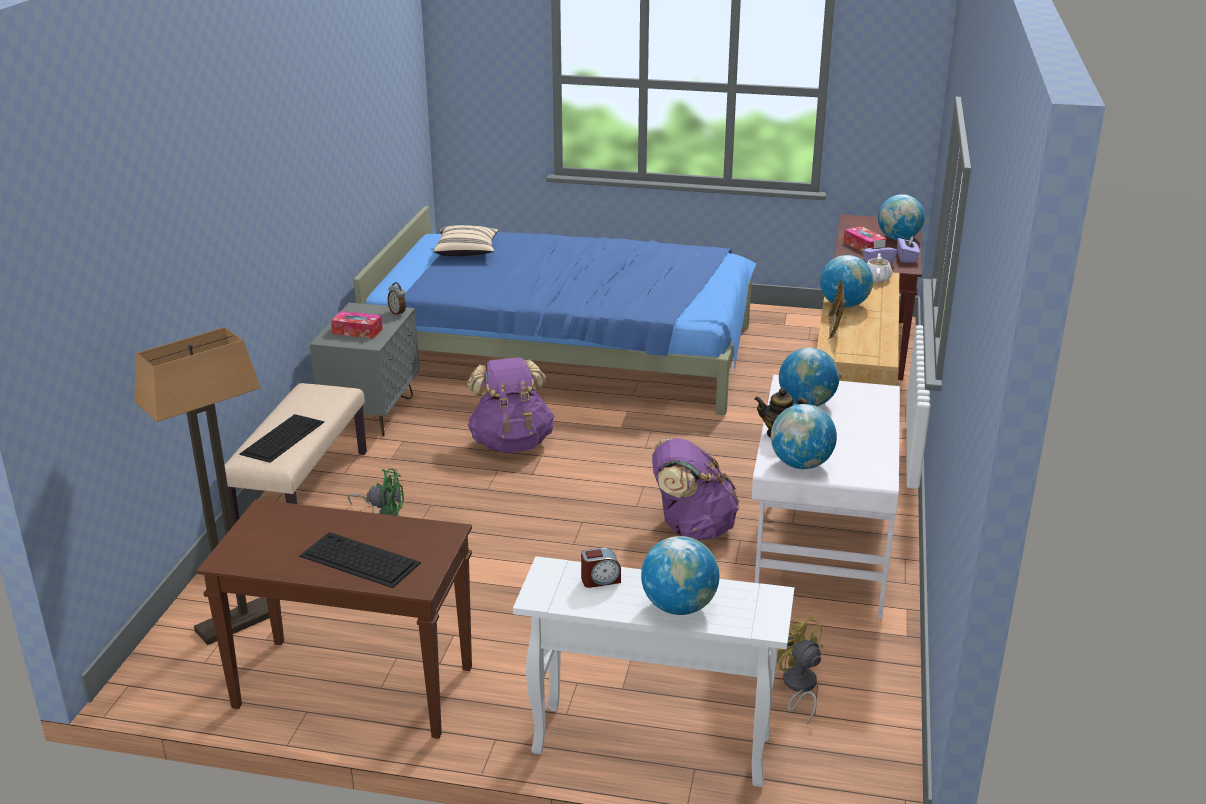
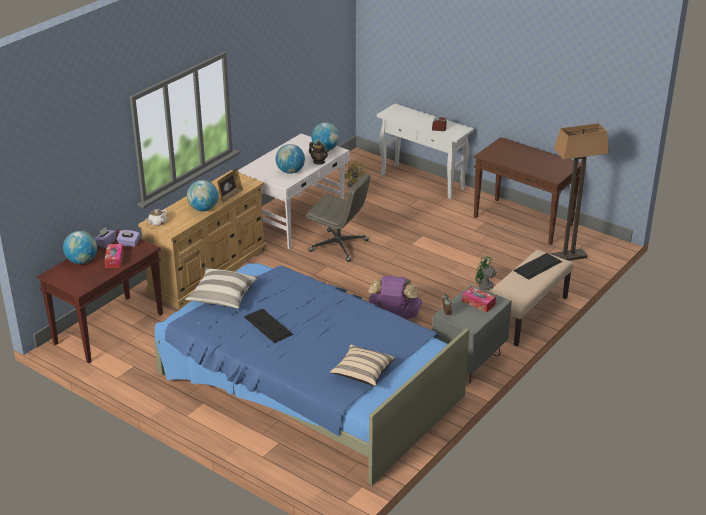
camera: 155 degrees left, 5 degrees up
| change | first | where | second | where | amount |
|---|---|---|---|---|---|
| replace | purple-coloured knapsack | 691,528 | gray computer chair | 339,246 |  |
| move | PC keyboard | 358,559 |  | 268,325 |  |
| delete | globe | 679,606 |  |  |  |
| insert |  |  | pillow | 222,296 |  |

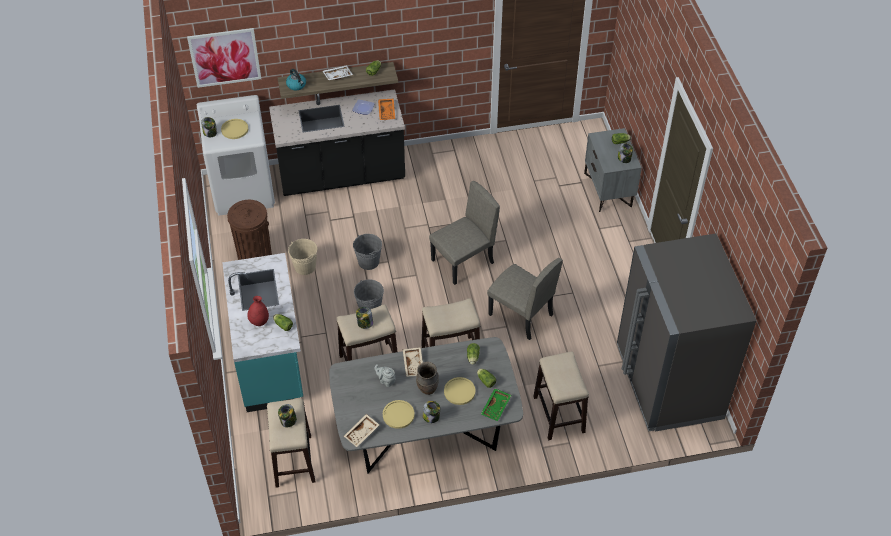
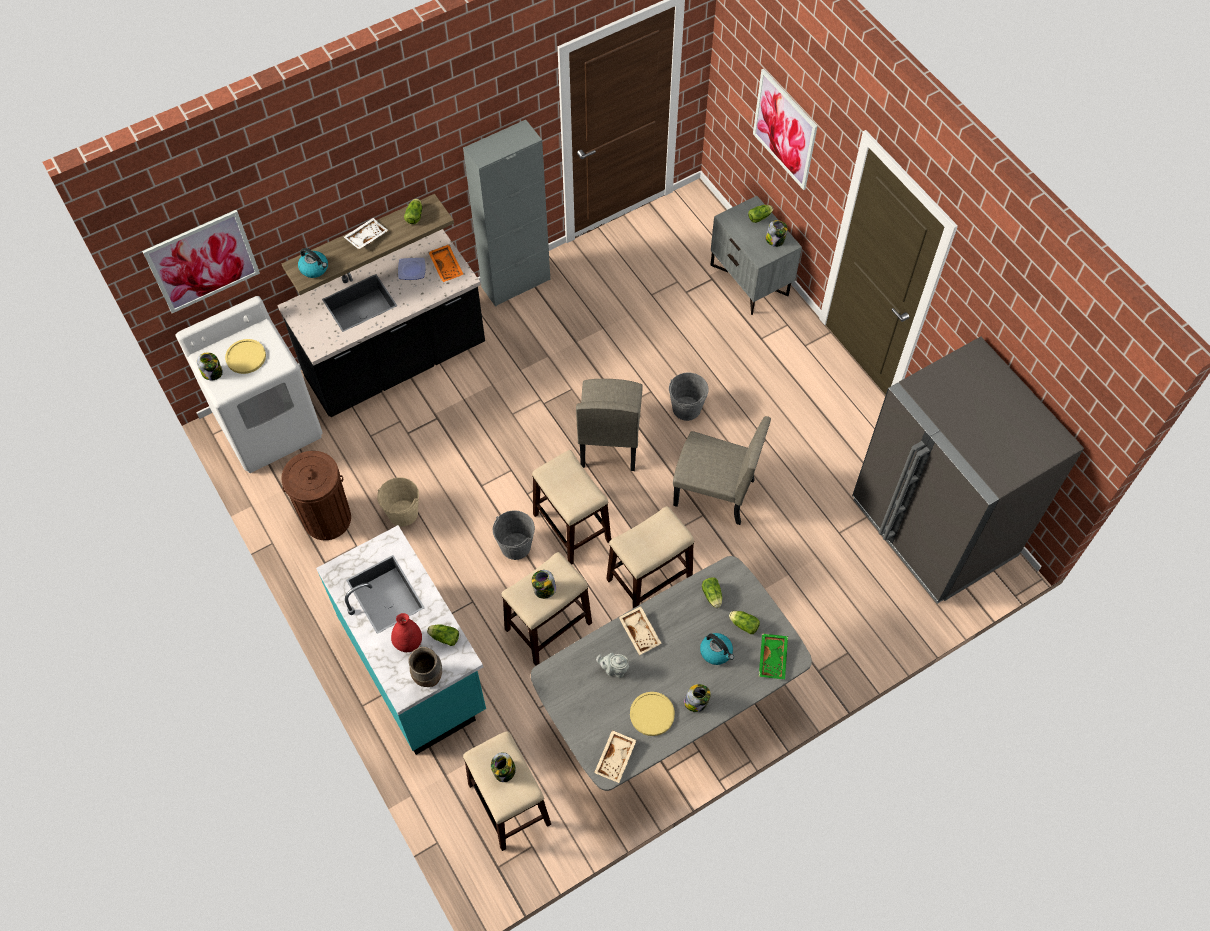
camera: 20 degrees left, 10 degrees up
| change | first | where | second | where | amount |
|---|---|---|---|---|---|
| rotate | sand-coloured chair | 463,262 |  | 609,440 | 150 degrees clockwise |
| move | gray bucket | 368,262 |  | 686,408 |  |
| move | stool seat | 559,415 |  | 572,528 |  |
| move | brownish vase | 427,389 |  | 429,677 |  |
| replace | yellow flat dish | 459,391 | water kettle | 716,652 |  |
| insert |  |  | wall art | 784,129 |  |
| insert |  |  | gray storage cabinet | 516,283 |  |

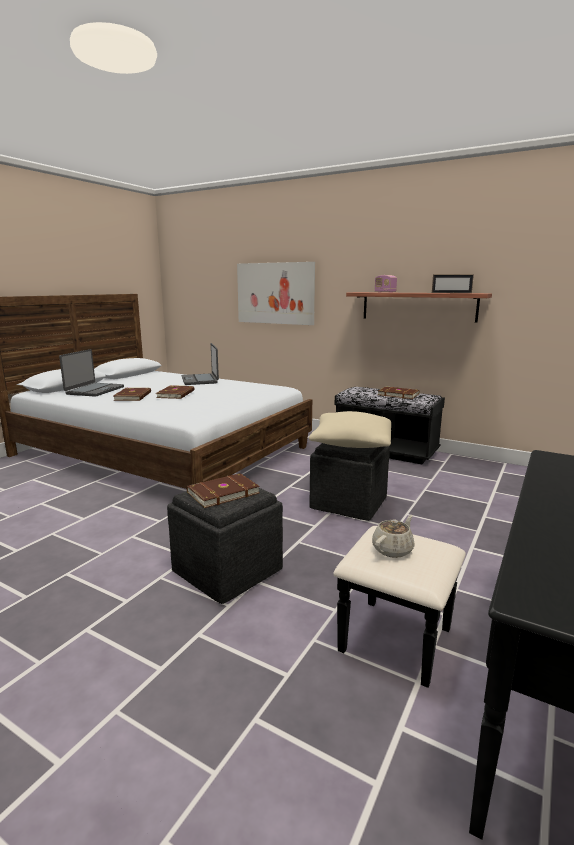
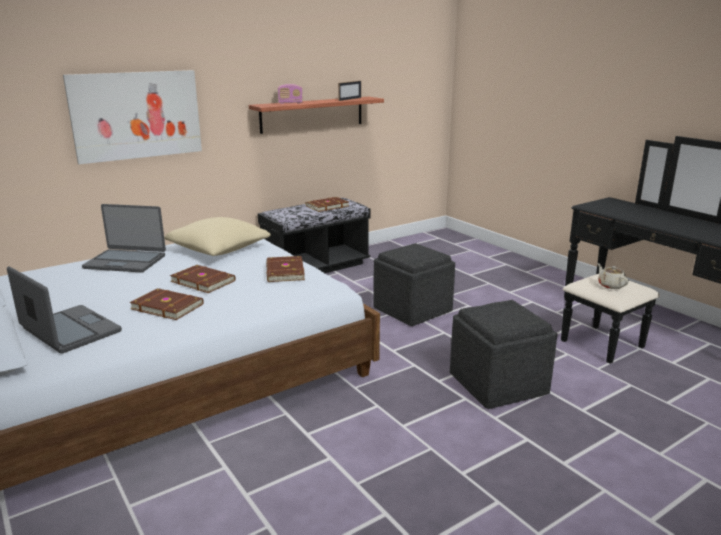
camera: 65 degrees left, 5 degrees up
| change | first | where | second | where | amount |
|---|---|---|---|---|---|
| move | sand-coloured pillow | 351,443 |  | 218,249 |  |
| move | brownish bound book | 222,492 |  | 284,272 |  |

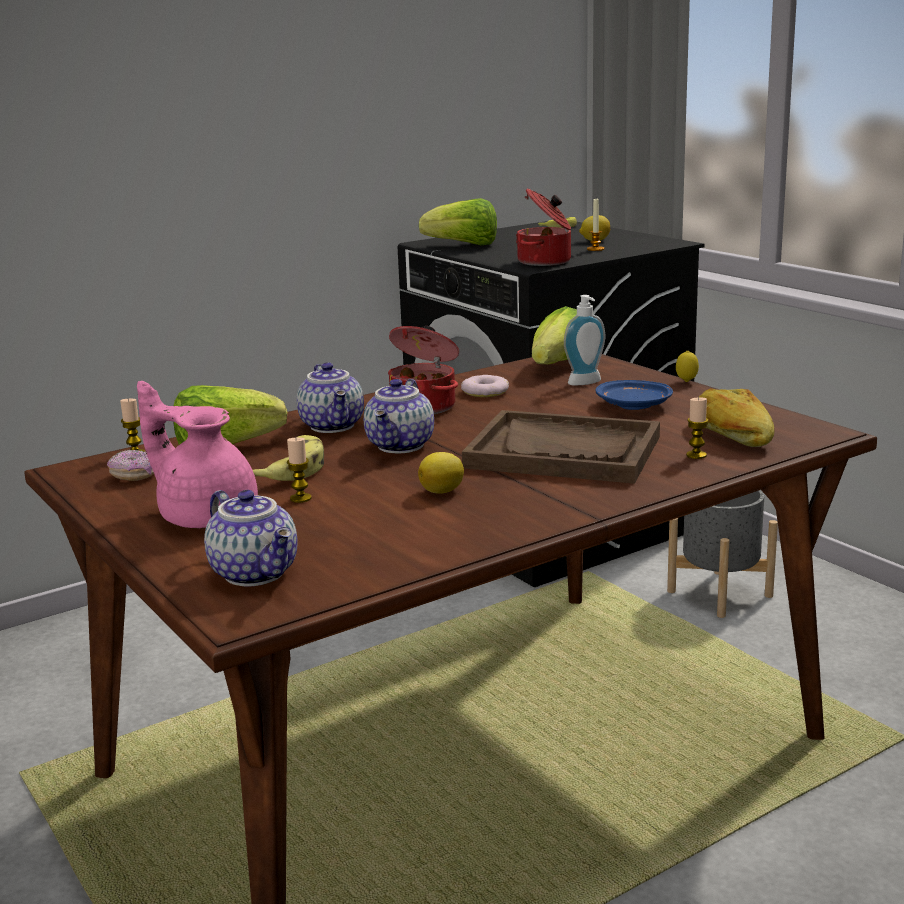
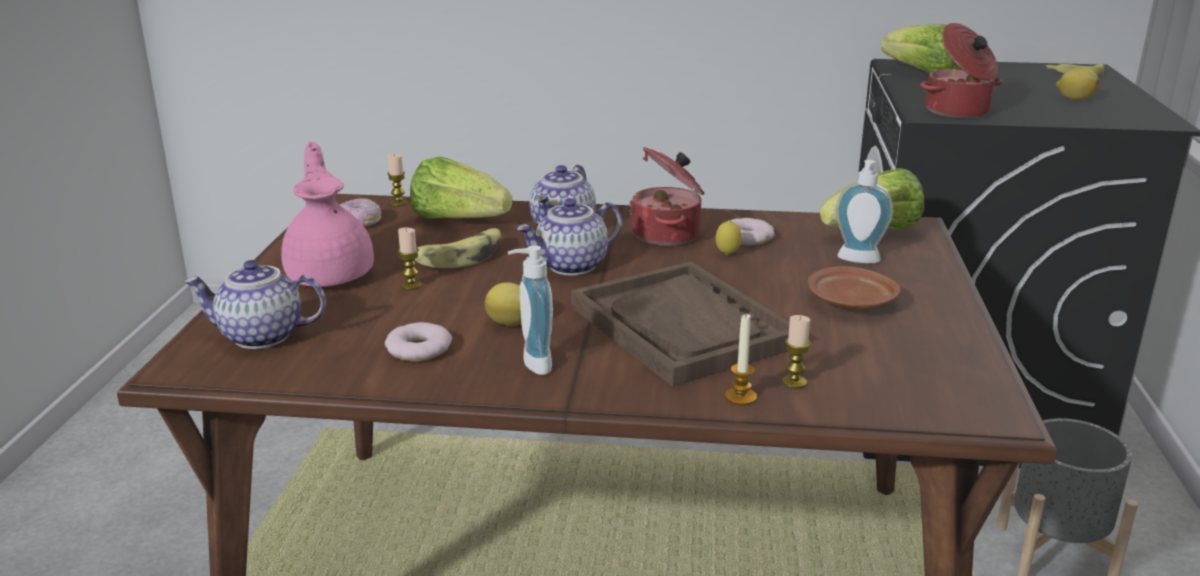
camera: 40 degrees right, 5 degrees up
| change | first | where | second | where | amount |
|---|---|---|---|---|---|
| move | candle | 595,249 |  | 740,397 |  |
| move | citrus fruit | 686,382 |  | 727,255 |  |
| recolor | bluish flat dish | 635,406 | brownish flat dish | 852,303 |  |
| delete | bakery bread | 730,436 |  |  |  |
| rotate | teapot | 257,573 |  | 260,337 | 90 degrees clockwise |
| insert |  |  | soap bottle | 531,364 |  |
| insert |  |  | donut | 418,349 |  |

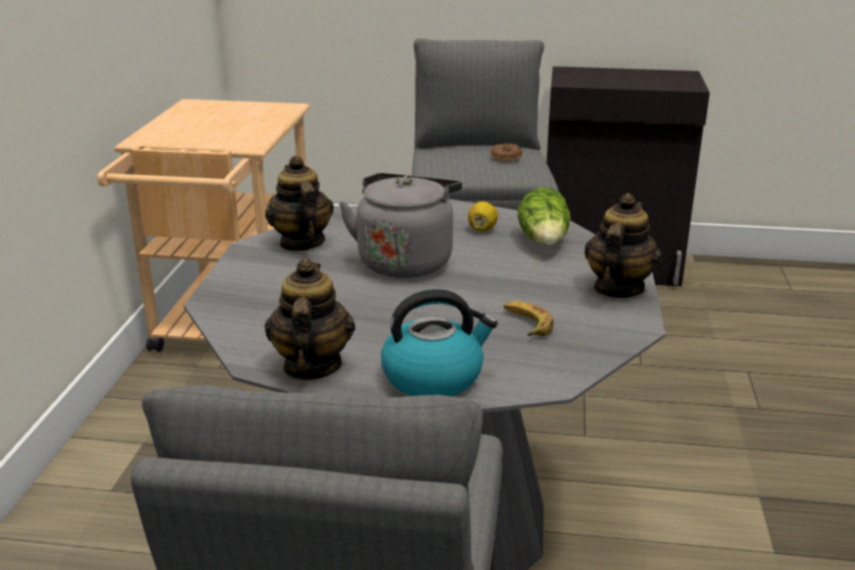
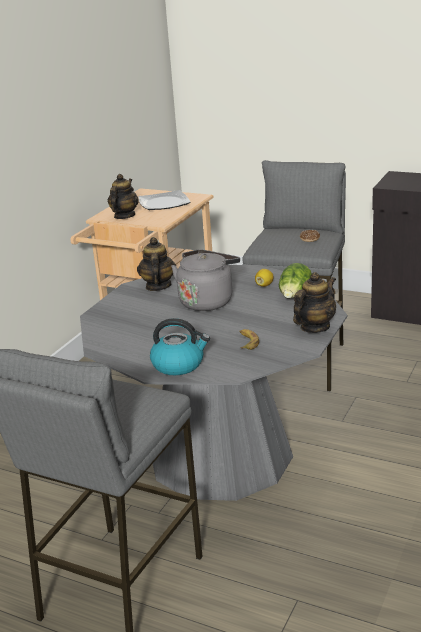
camera: 20 degrees right, 0 degrees up
| change | first | where | second | where | amount |
|---|---|---|---|---|---|
| move | teapot | 311,366 |  | 124,216 |  |
| insert |  |  | flat dish | 164,203 |  |

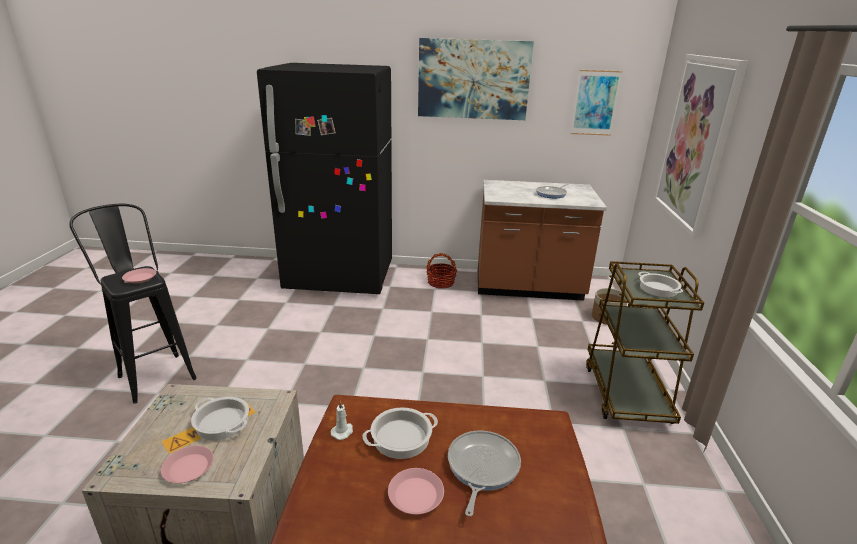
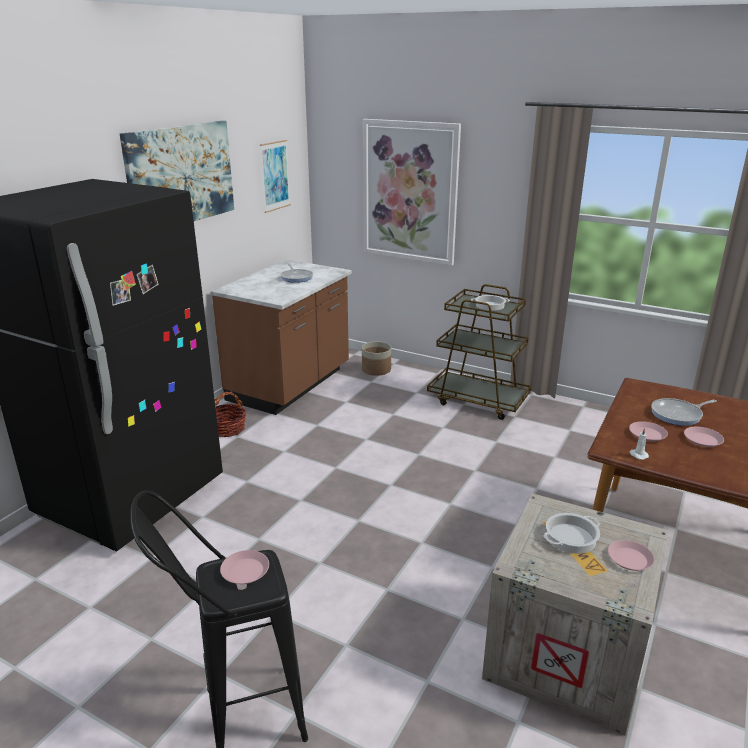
camera: 65 degrees left, 0 degrees up
| change | first | where | second | where | amount |
|---|---|---|---|---|---|
| replace | stockpot | 401,437 | pink flat dish | 647,434 |  |
| rotate | frying pan | 481,468 |  | 678,415 | 60 degrees counterclockwise |

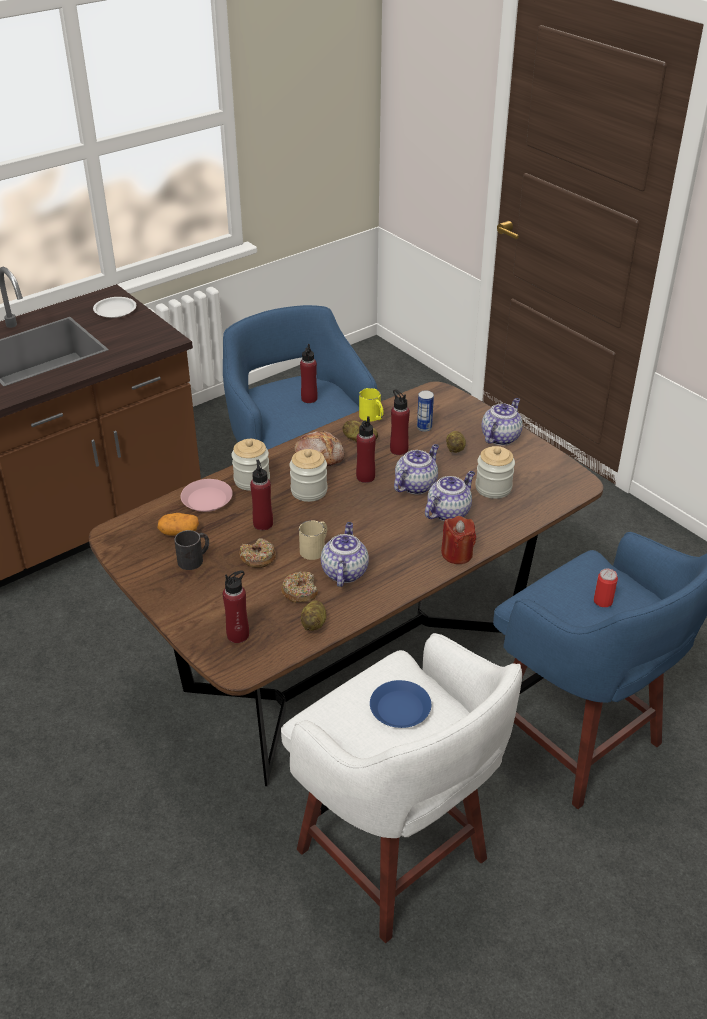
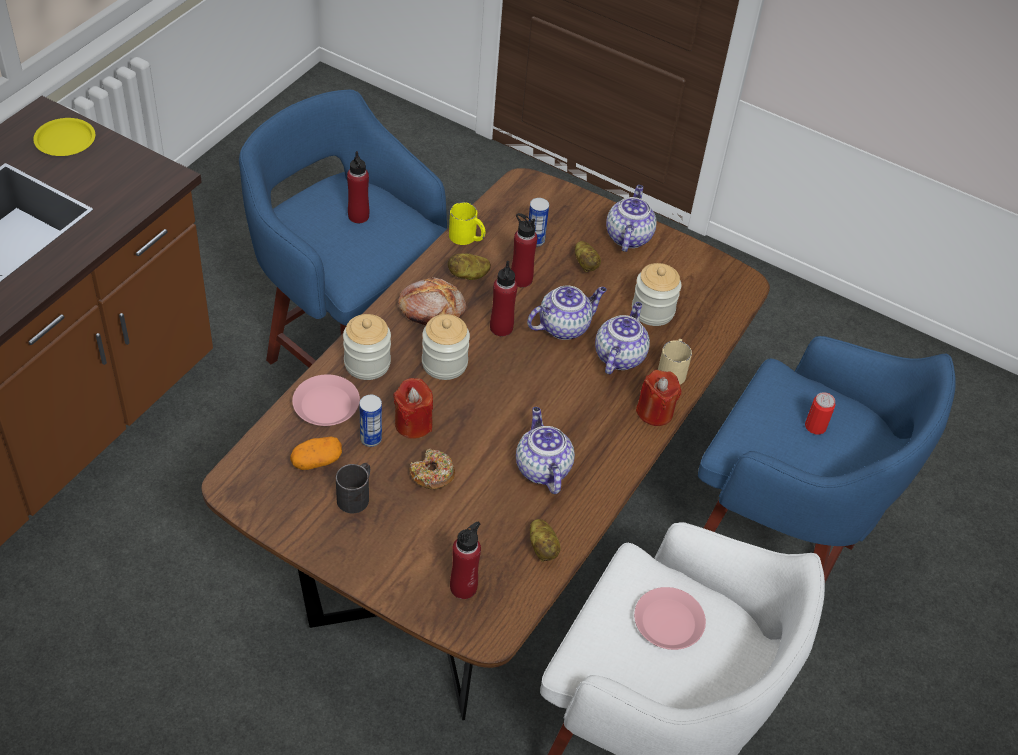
camera: 25 degrees left, 10 degrees up
| change | first | where | second | where | amount |
|---|---|---|---|---|---|
| recolor | whitish flat dish | 115,310 | yellow flat dish | 65,141 |  |
| rotate | teapot | 416,485 |  | 564,326 | 45 degrees clockwise |
| replace | red-coloured beverage bottle | 263,524 | red-coloured candle | 413,424 |  |
| move | sand-coloured tea mug | 315,548 |  | 672,370 |  |
| delete | donut | 300,592 |  |  |  |
| recolor | bluish flat dish | 399,708 | pink flat dish | 668,622 |  |
| insert |  |  | sealed can | 371,439 |  |

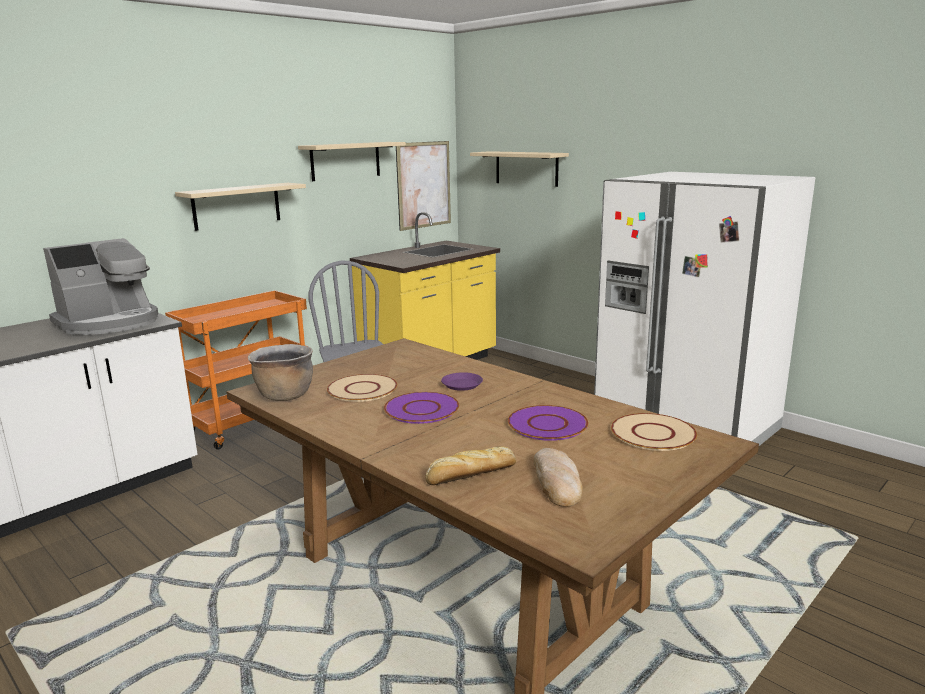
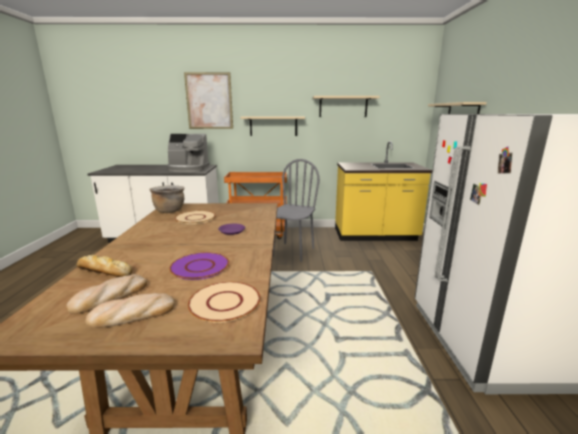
camera: 45 degrees right, 0 degrees up
| change | first | where | second | where | amount |
|---|---|---|---|---|---|
| move | wall art | 424,185 |  | 209,101 |  |
| delete | purple-coloured flat dish | 421,409 |  |  |  |
| insert |  |  | bakery bread | 132,314 |  |

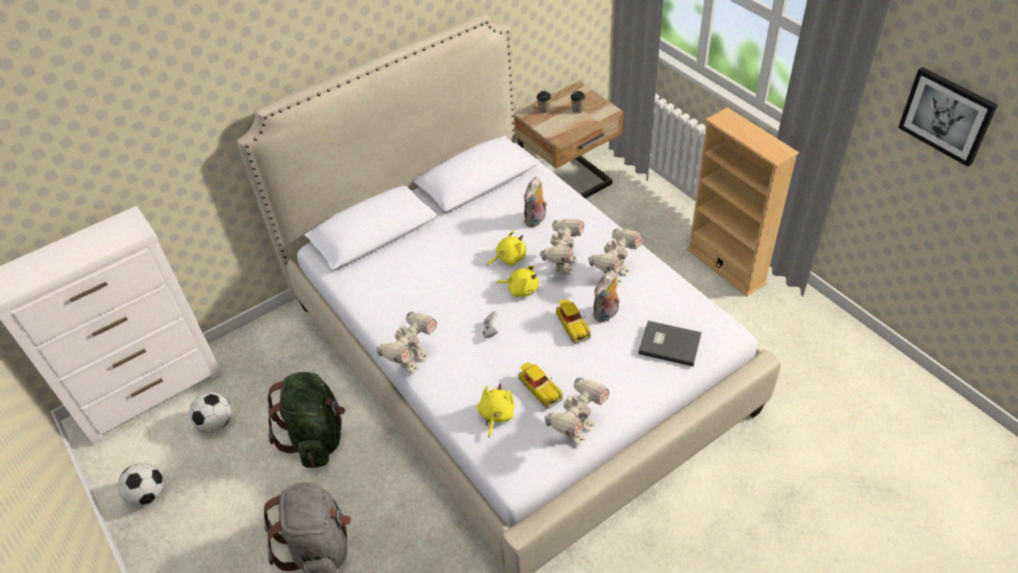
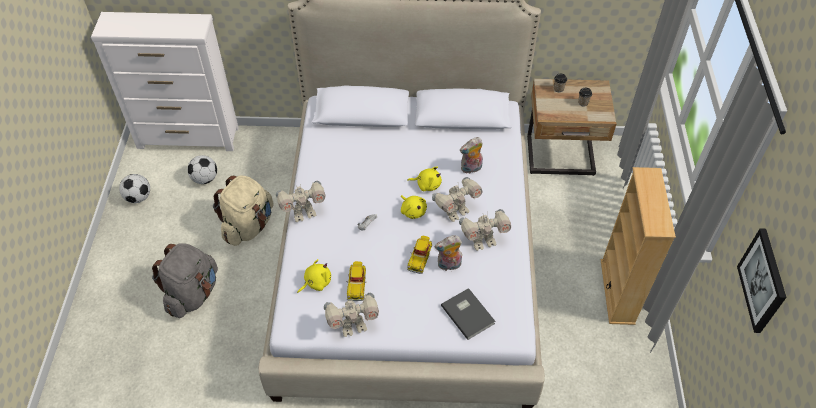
camera: 35 degrees right, 5 degrees up
| change | first | where | second | where | amount |
|---|---|---|---|---|---|
| recolor | green knapsack | 317,437 | sand-coloured knapsack | 248,225 |  |

